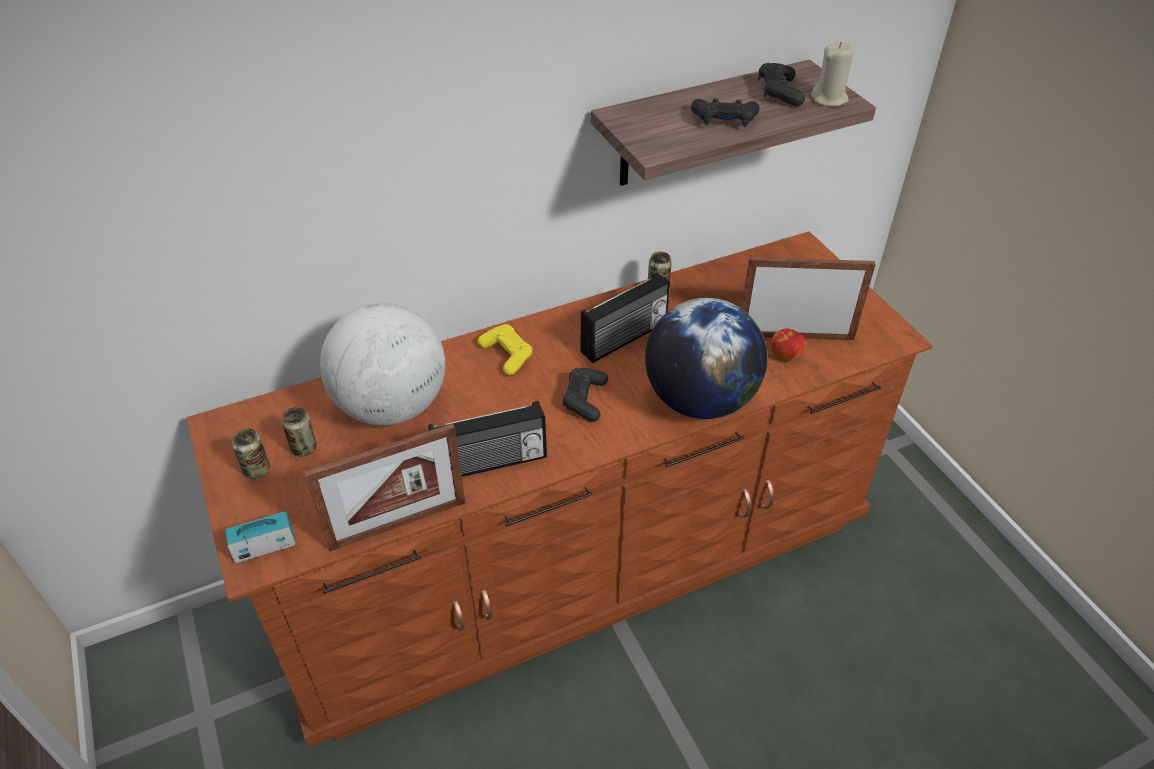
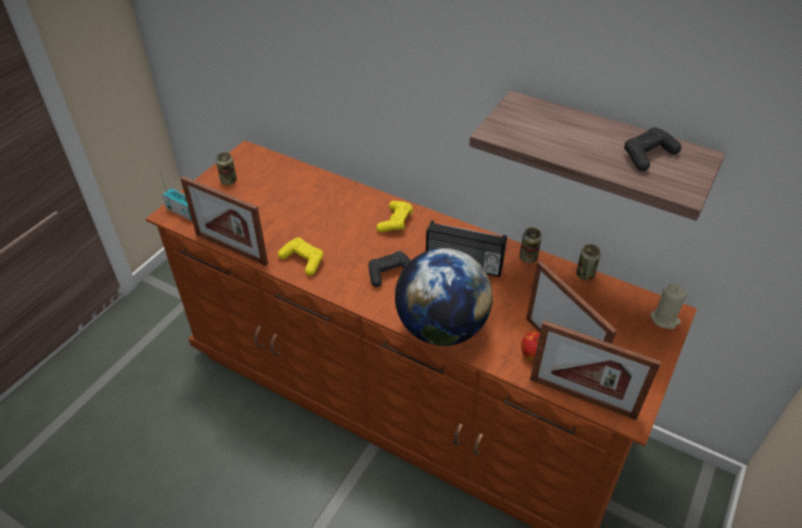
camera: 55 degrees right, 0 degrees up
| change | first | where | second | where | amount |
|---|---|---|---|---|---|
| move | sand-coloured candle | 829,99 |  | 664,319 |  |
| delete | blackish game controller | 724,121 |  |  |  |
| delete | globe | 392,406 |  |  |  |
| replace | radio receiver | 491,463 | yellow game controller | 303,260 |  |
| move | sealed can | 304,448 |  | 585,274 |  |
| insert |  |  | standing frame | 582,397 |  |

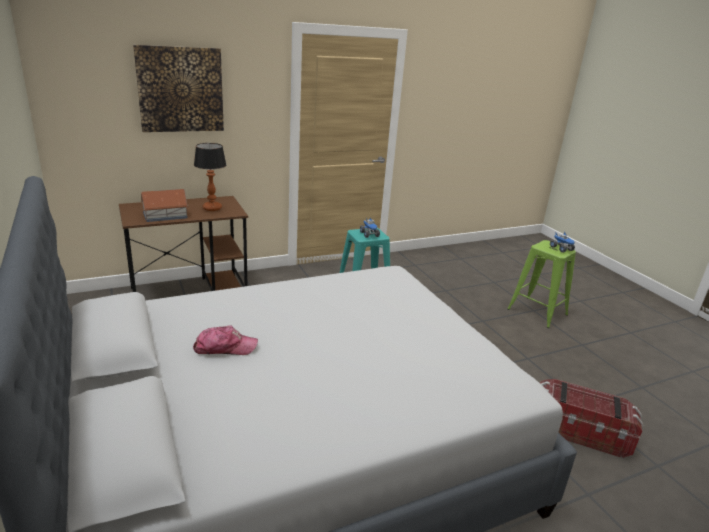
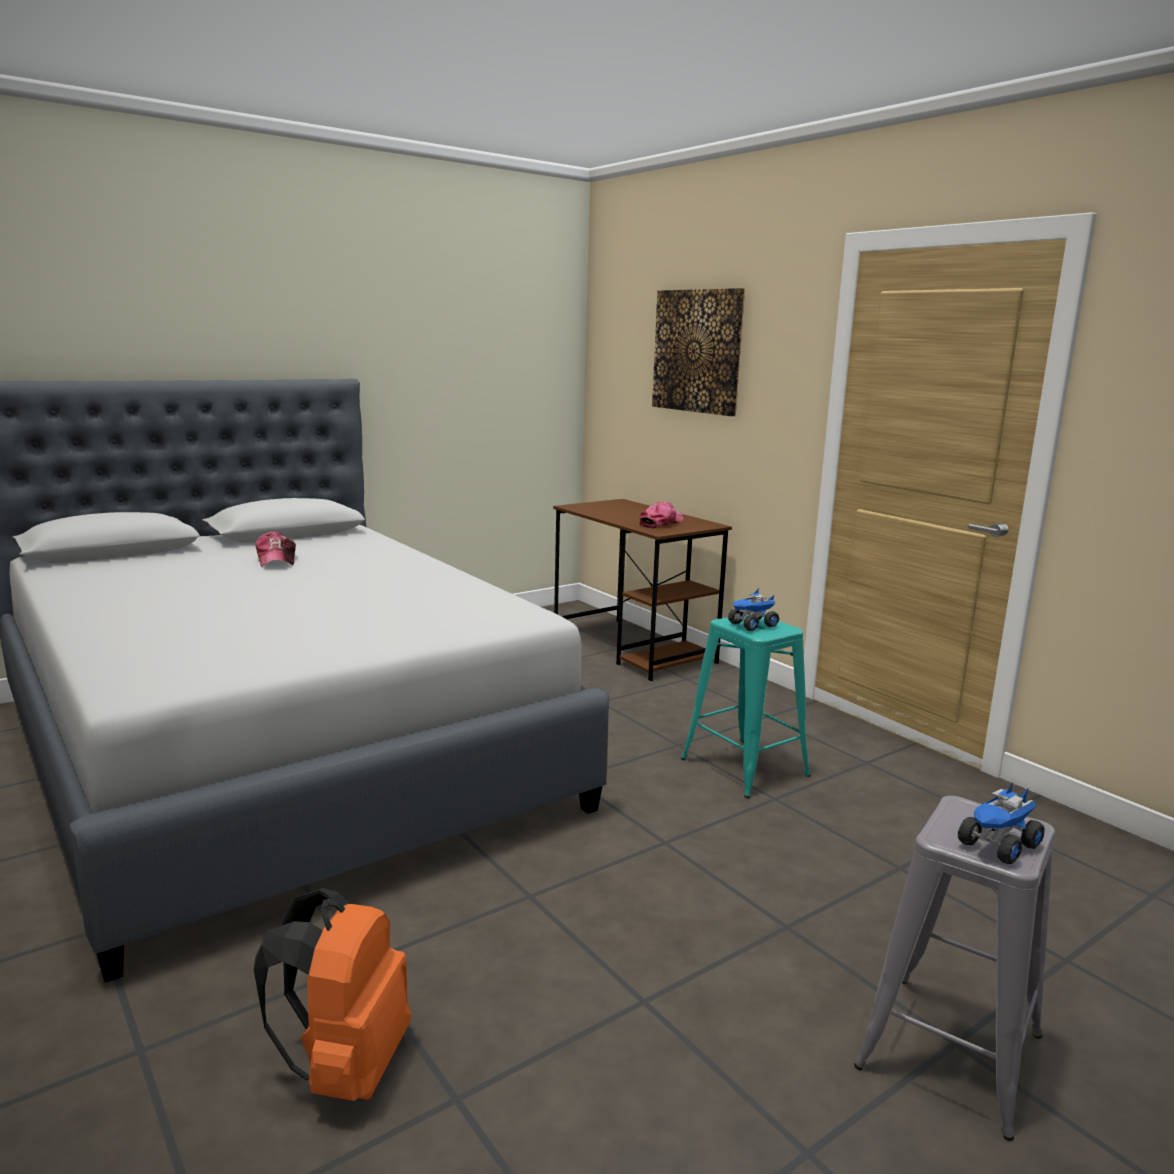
camera: 80 degrees right, 10 degrees down
| change | first | where | second | where | amount |
|---|---|---|---|---|---|
| replace | lamp for a table | 212,208 | cap | 660,523 |  |
| delete | model house | 164,215 |  |  |  |
| recolor | green stool seat | 537,312 | gray stool seat | 951,1050 |  |
| replace | storage container | 578,431 | orangey knapsack | 345,1067 |  |

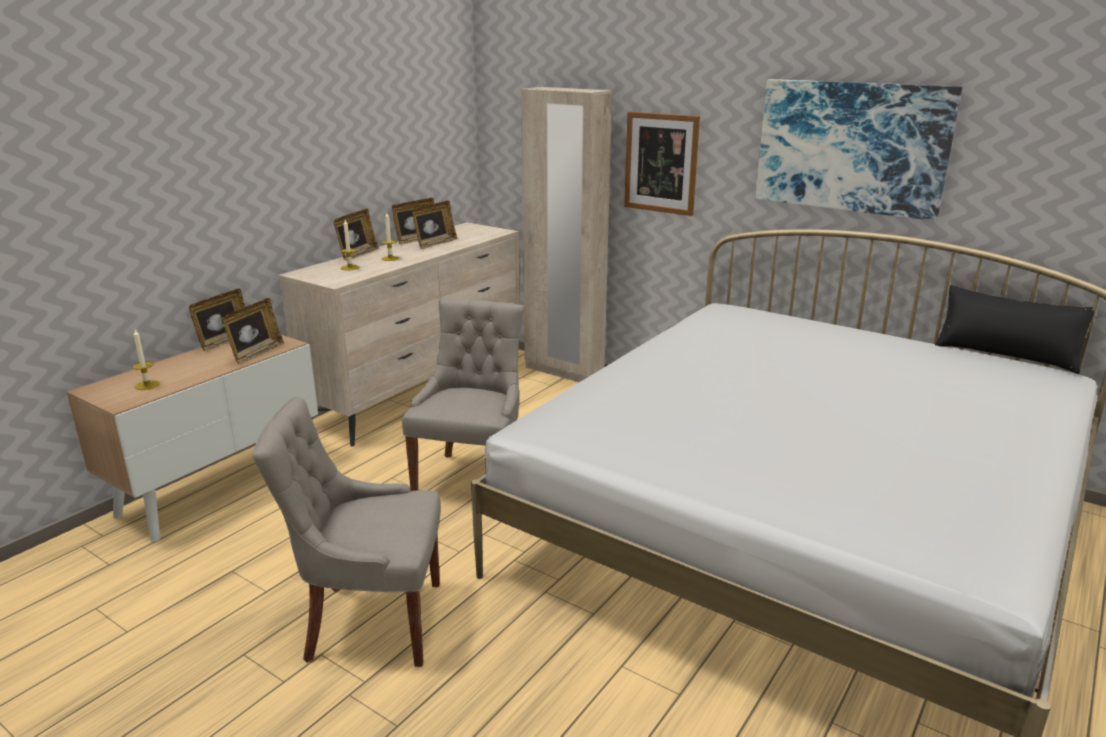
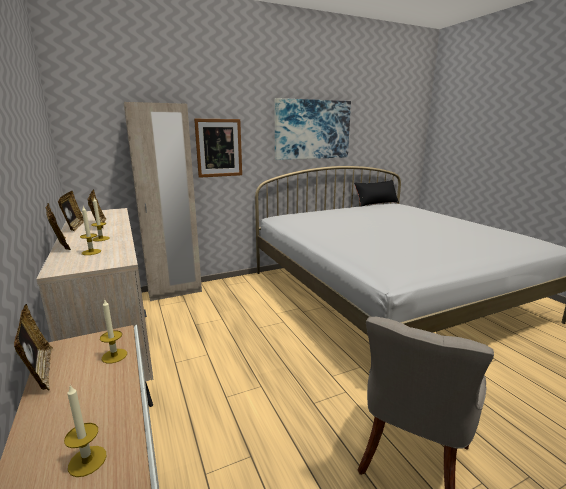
camera: 60 degrees left, 5 degrees down
| change | first | where | second | where | amount |
|---|---|---|---|---|---|
| replace | standing frame | 256,353 | candle | 114,356 |  |
| delete | gray chair | 472,478 |  |  |  |

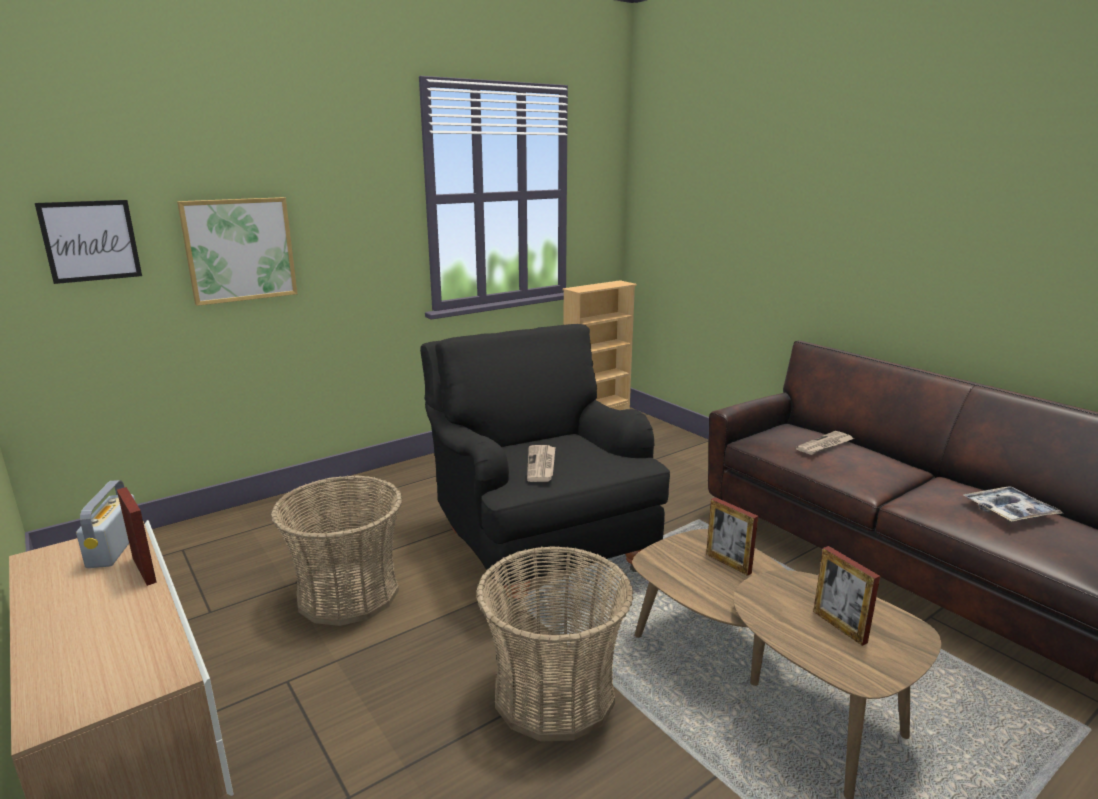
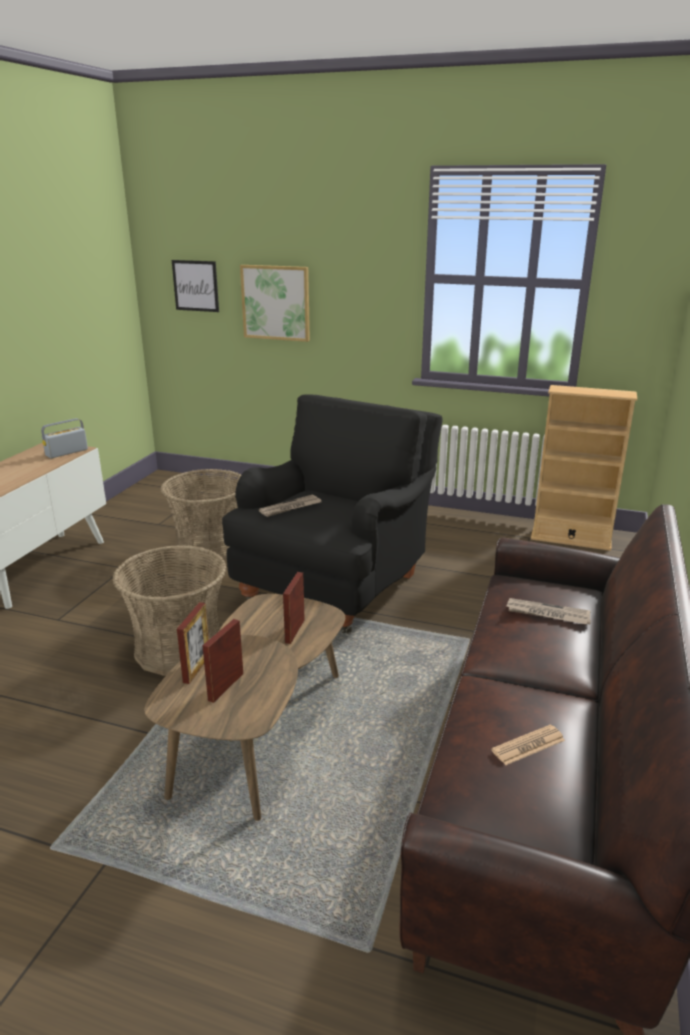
camera: 55 degrees right, 5 degrees up
| change | first | where | second | where | amount |
|---|---|---|---|---|---|
| replace | tray | 1009,511 | printed paper | 528,745 |  |
| move | standing frame | 144,570 |  | 197,668 |  |

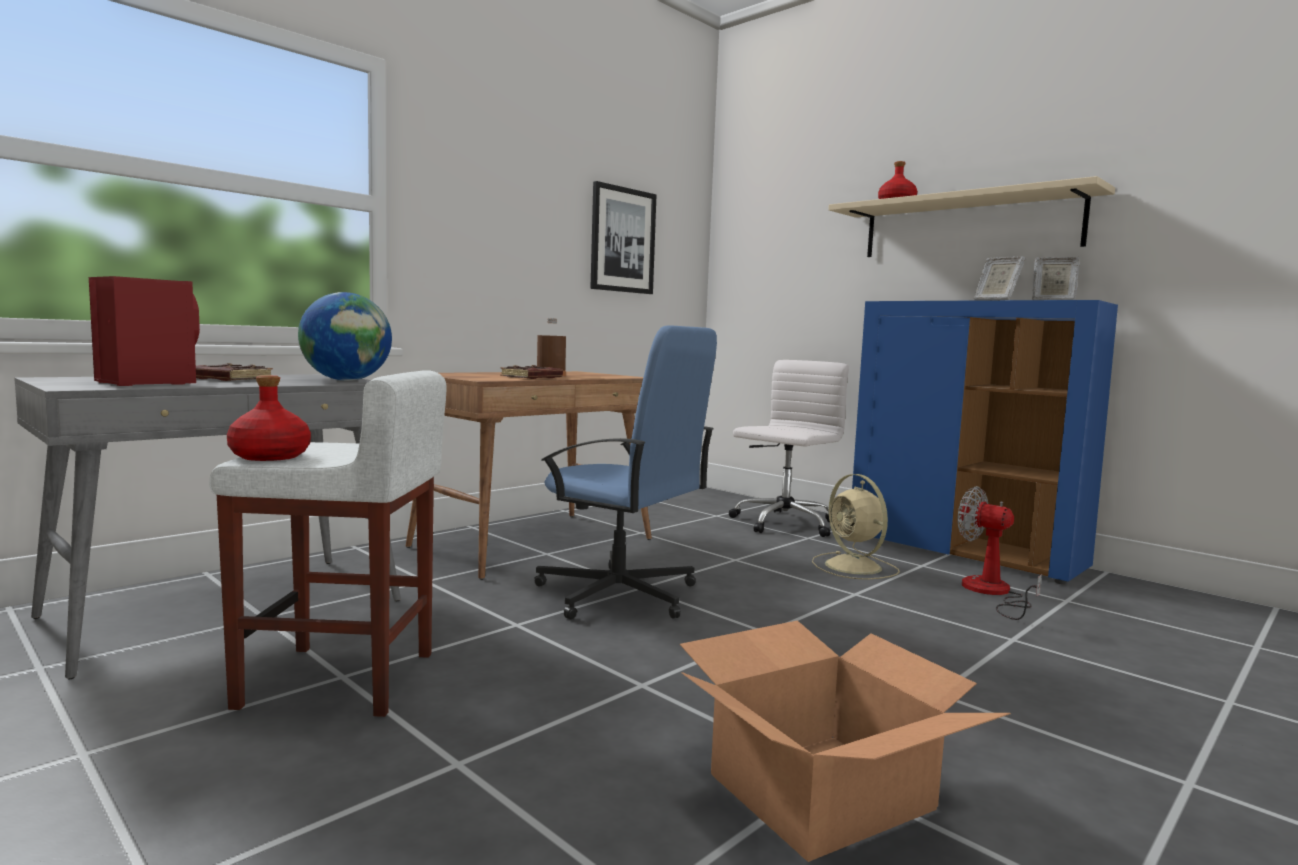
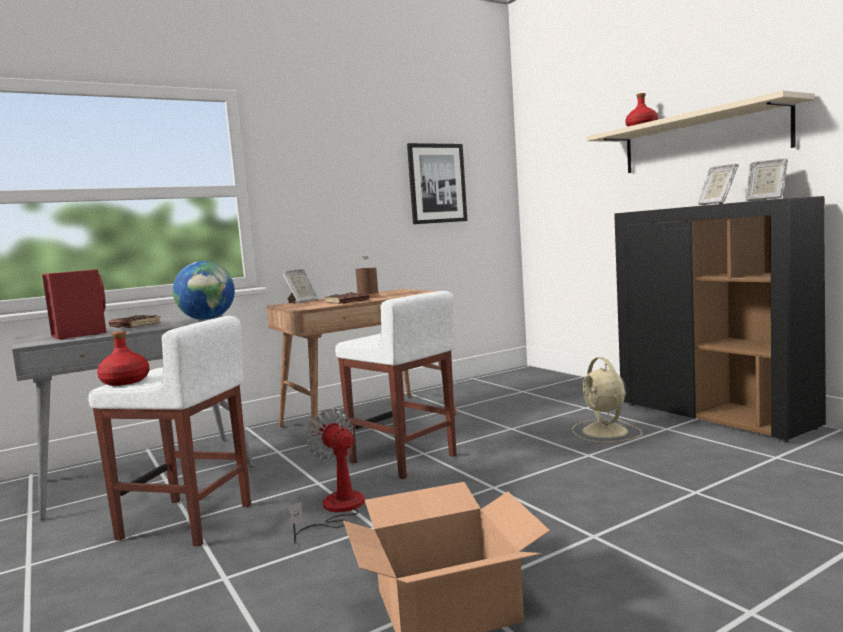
camera: 15 degrees right, 0 degrees up
| change | first | where | second | where | amount |
|---|---|---|---|---|---|
| recolor | bluish storage cabinet | 964,553 | blackish storage cabinet | 715,416 |  |
| replace | bluish computer chair | 619,595 | whitish stool seat | 404,459 |  |
| delete | whitish computer chair | 783,524 |  |  |  |
| move | fan | 992,593 |  | 336,510 |  |
| insert |  |  | standing frame | 301,302 |  |

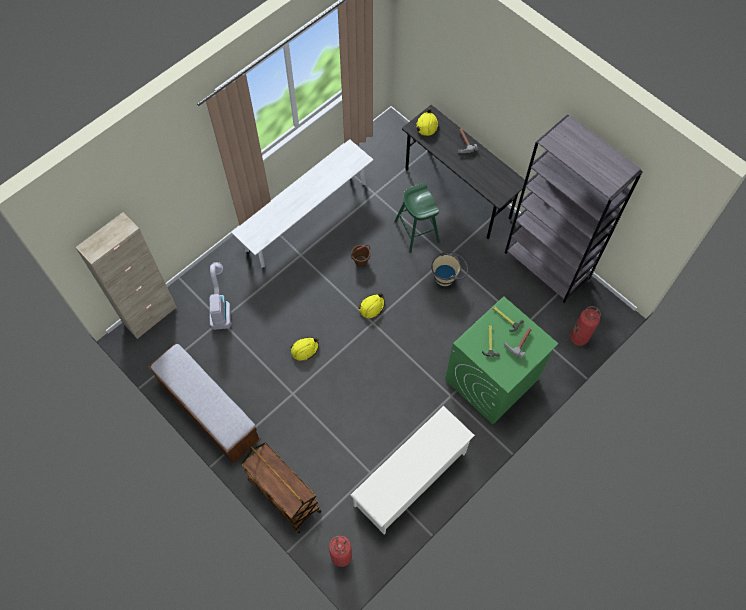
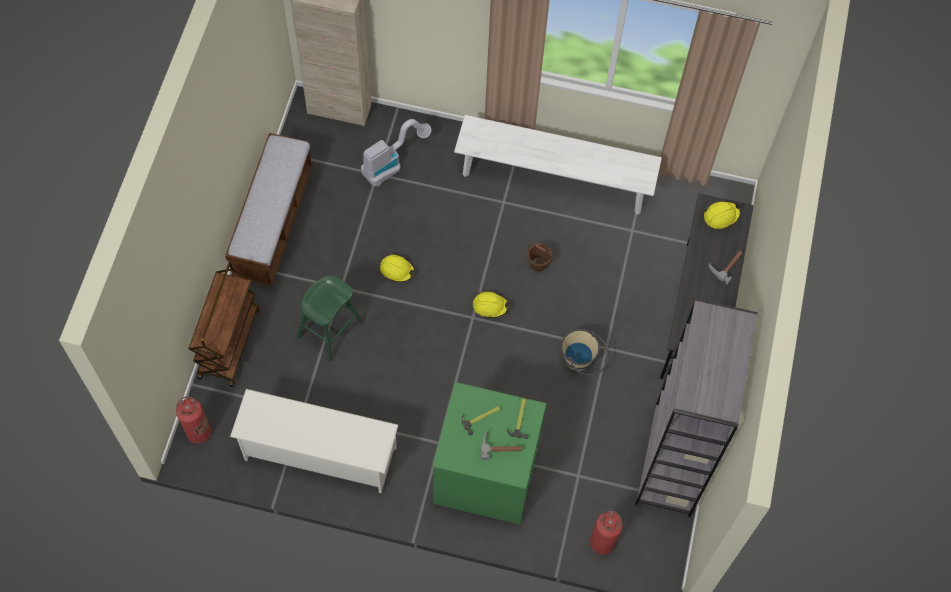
camera: 55 degrees right, 0 degrees up
| change | first | where | second | where | amount |
|---|---|---|---|---|---|
| move | green stool seat | 416,231 |  | 329,330 |  |

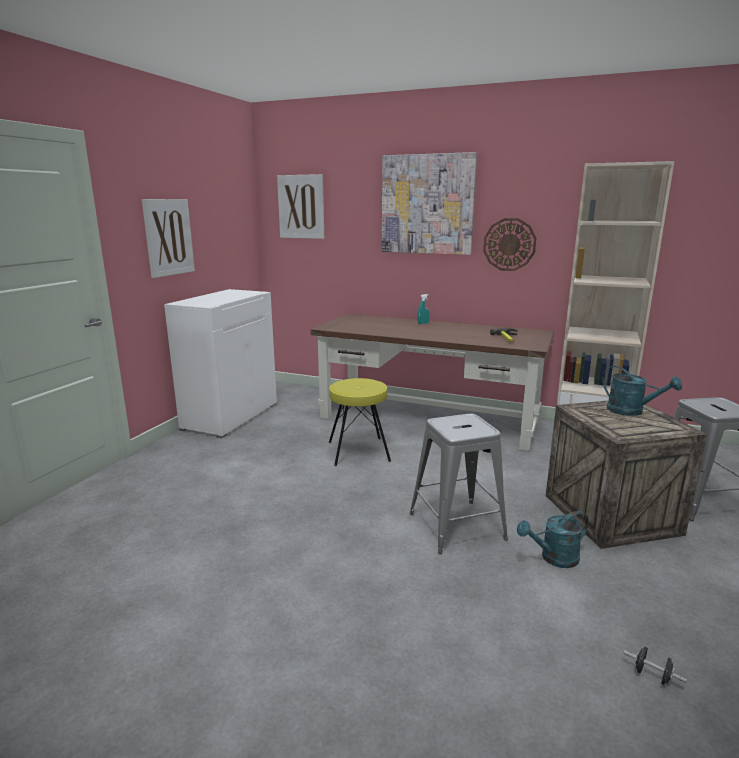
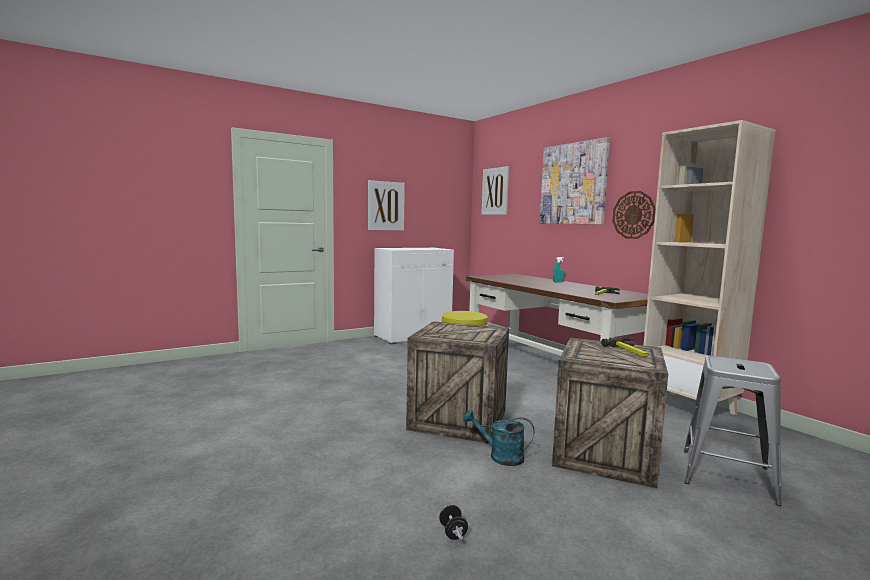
camera: 35 degrees right, 10 degrees down
| change | first | where | second | where | amount |
|---|---|---|---|---|---|
| replace | turquoise-coloured sprinkling can | 631,411 | hand hammer | 630,351 |  |
| replace | gray stool seat | 456,526 | packing crate | 459,419 |  |

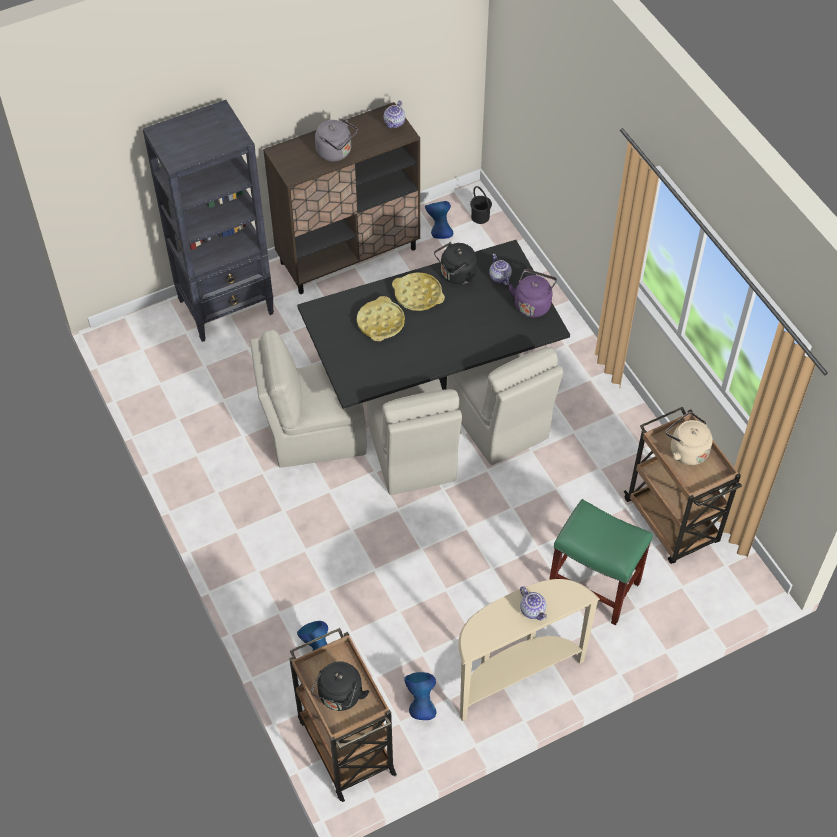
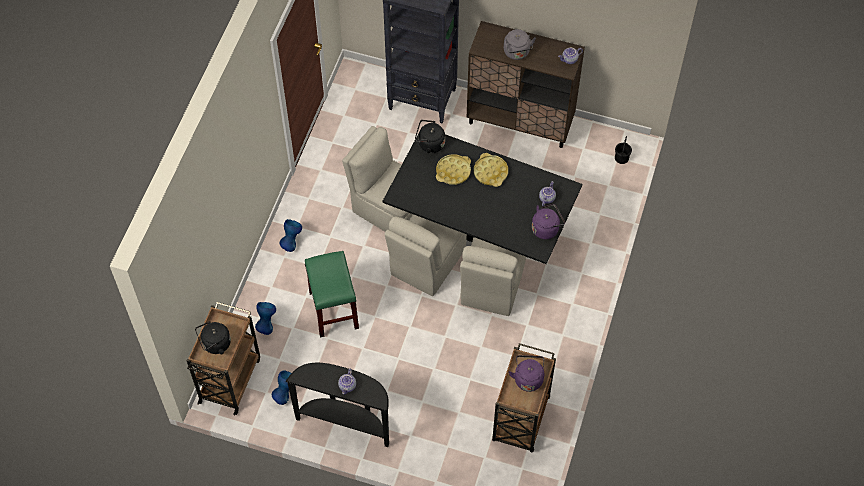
camera: 45 degrees right, 5 degrees up
| change | first | where | second | where | amount |
|---|---|---|---|---|---|
| move | bluish vase | 439,232 |  | 292,242 |  |
| move | blackish water kettle | 456,275 |  | 429,144 |  |
| recolor | sand-coloured water kettle | 686,450 | purple-coloured water kettle | 528,378 |  |
| move | green stool seat | 593,586 |  | 333,309 |  |
| recolor | sand-coloured console table | 514,676 | blackish console table | 345,422 |  |

